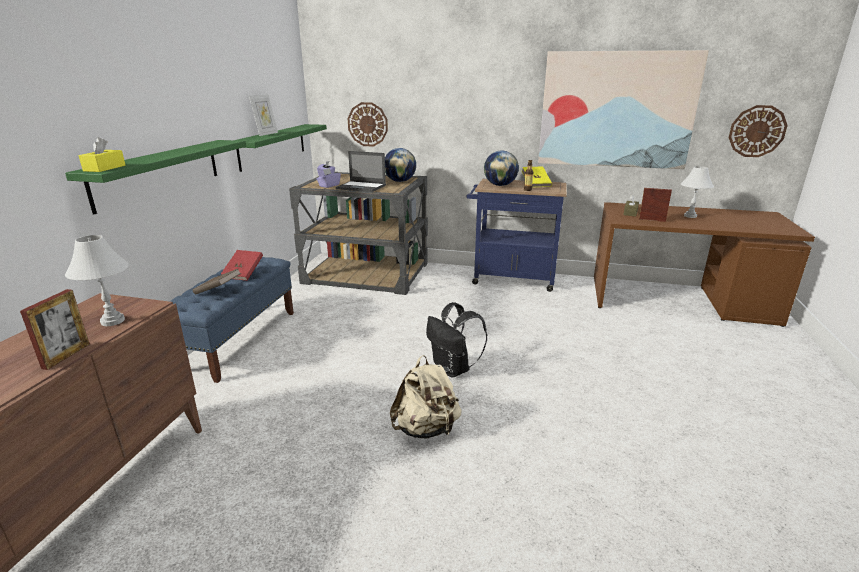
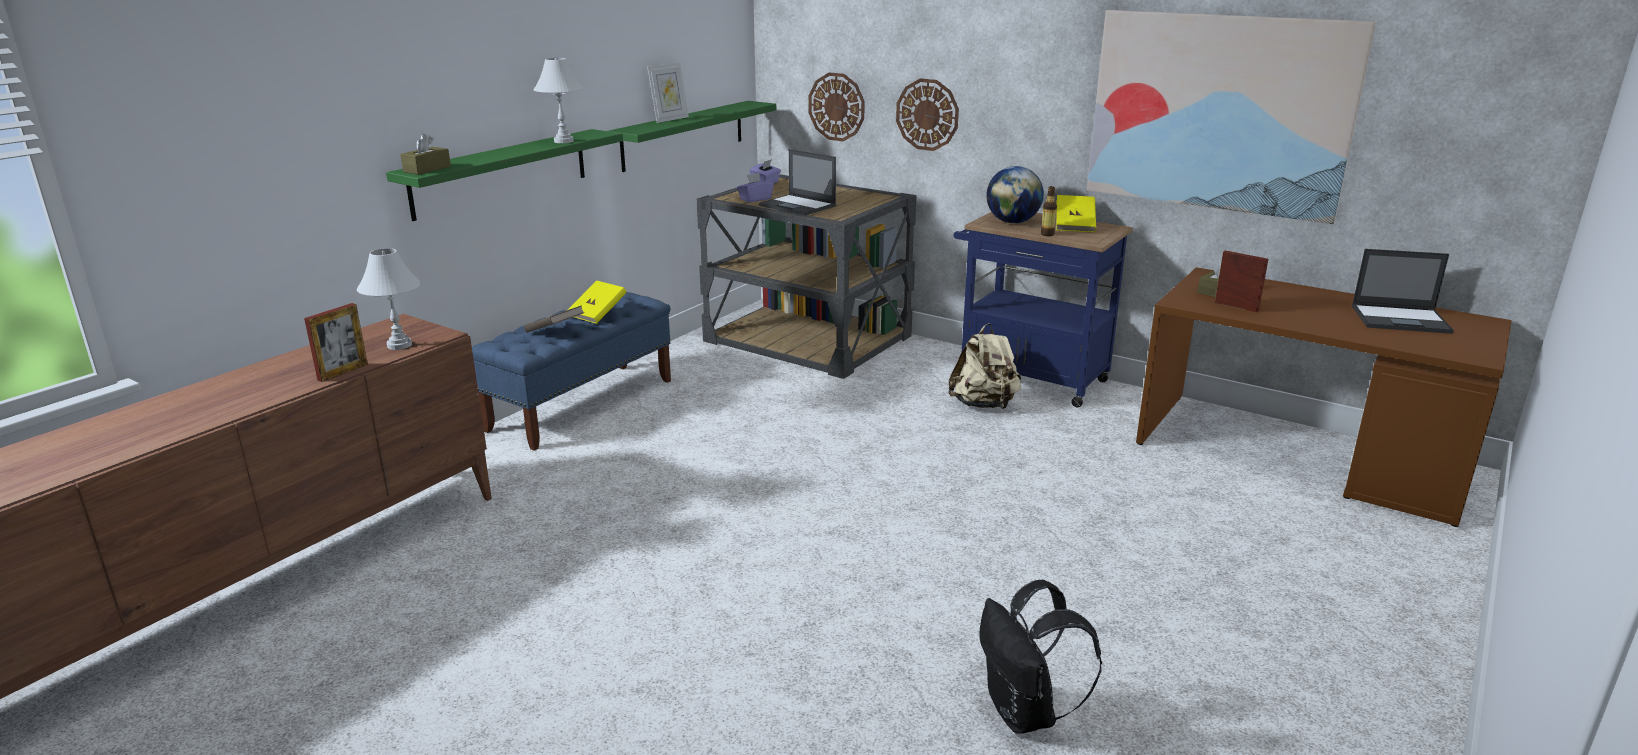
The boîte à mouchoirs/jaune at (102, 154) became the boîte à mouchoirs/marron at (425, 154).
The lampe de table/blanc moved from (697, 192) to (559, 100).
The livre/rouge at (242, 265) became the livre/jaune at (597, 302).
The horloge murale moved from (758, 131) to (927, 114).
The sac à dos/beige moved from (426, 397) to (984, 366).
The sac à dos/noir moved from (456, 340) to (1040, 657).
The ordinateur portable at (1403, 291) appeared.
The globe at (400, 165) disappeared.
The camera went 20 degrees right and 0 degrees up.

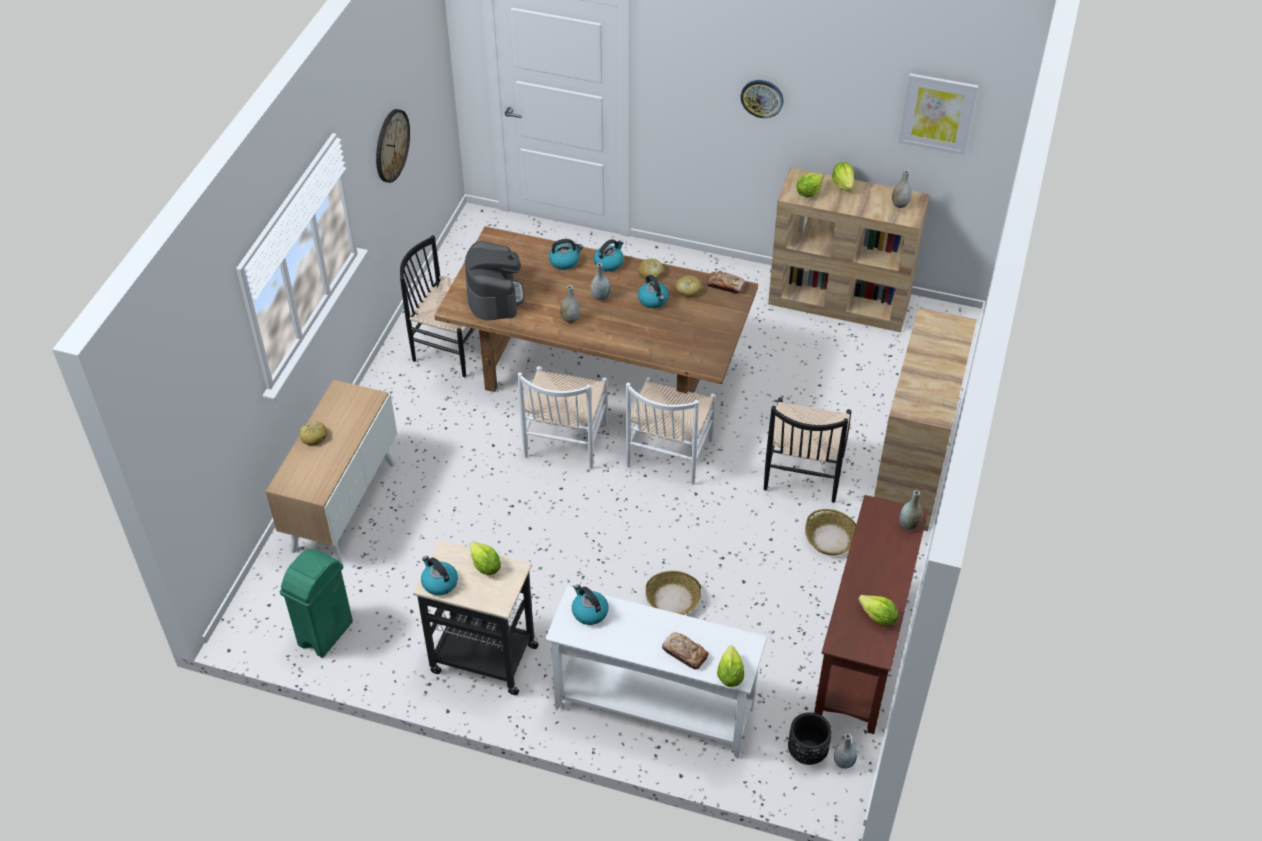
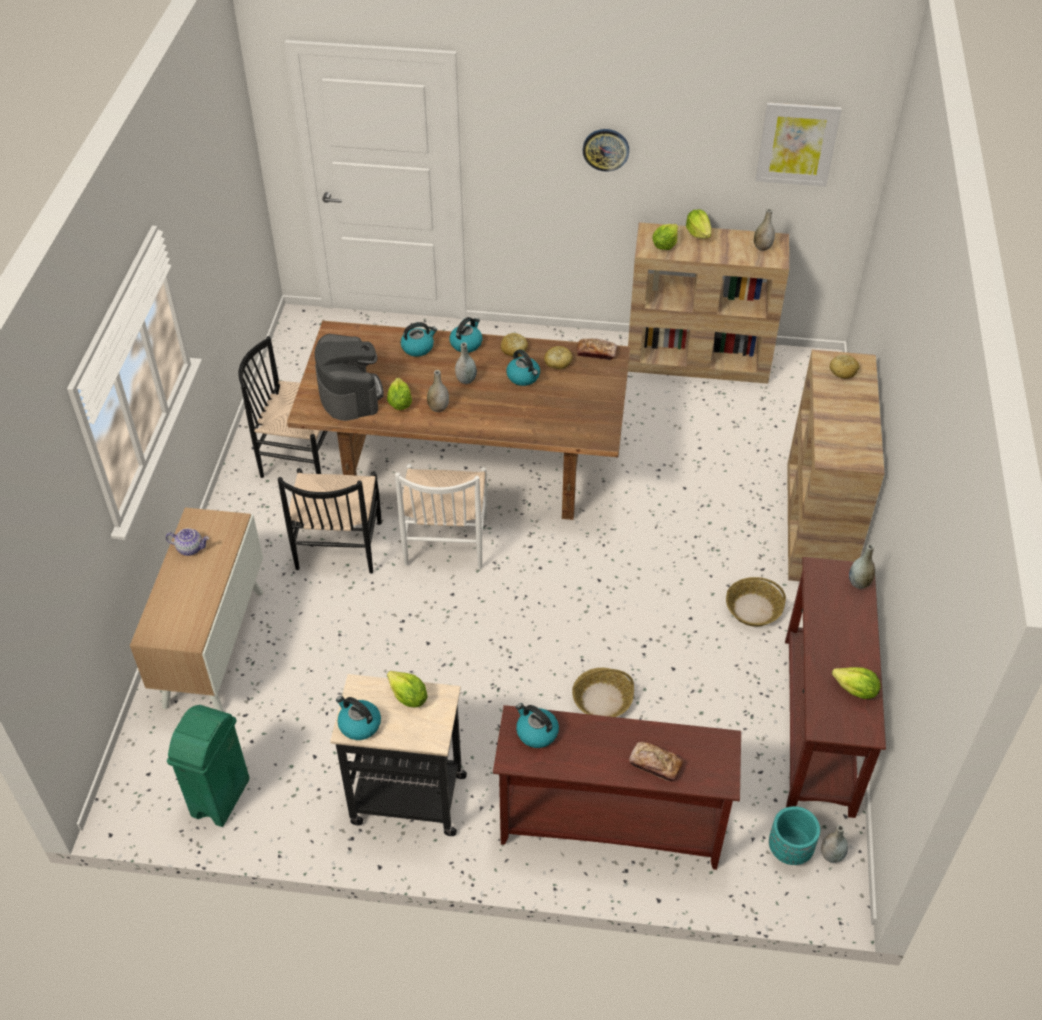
The théière at (187, 542) appeared.
The chaise/noir moved from (807, 450) to (330, 520).
The laitue moved from (730, 666) to (399, 394).
The table console/blanc at (656, 671) became the table console/marron at (617, 787).
The cache-pot/noir at (810, 738) became the cache-pot/turquoise at (794, 835).
The pain moved from (313, 433) to (844, 367).
The horloge murale at (393, 146) disappeared.
The chaise/blanc at (671, 431) disappeared.
The camera went 10 degrees left and 0 degrees up.

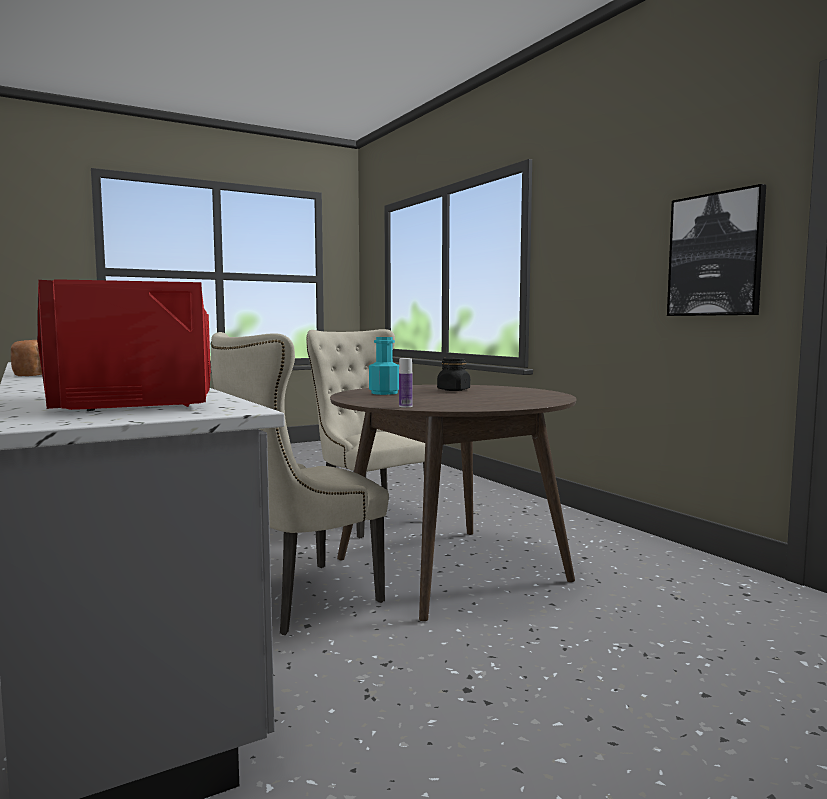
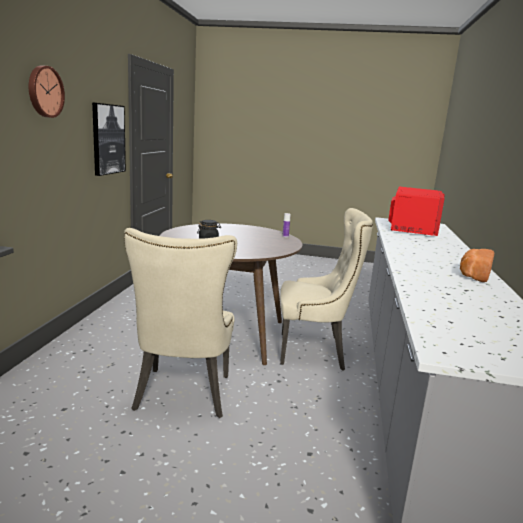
The horloge murale at (47, 91) appeared.
The bouteille/turquoise at (384, 366) disappeared.
The camera went 140 degrees left and 10 degrees up.

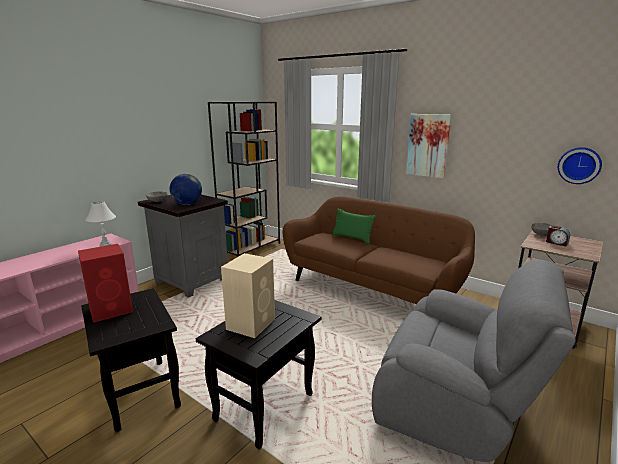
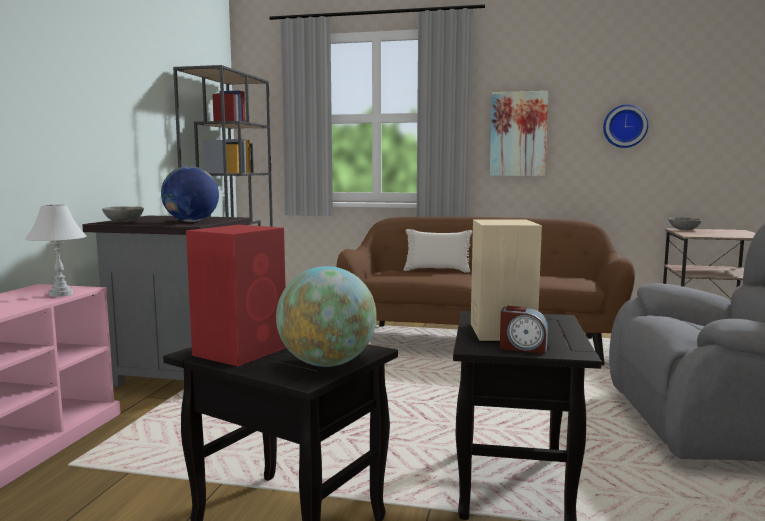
The globe at (326, 316) appeared.
The coussin/vert at (354, 226) became the coussin/blanc at (437, 251).
The réveil moved from (558, 235) to (524, 330).
The horloge murale moved from (580, 165) to (625, 126).
The camera went 25 degrees left and 10 degrees down.

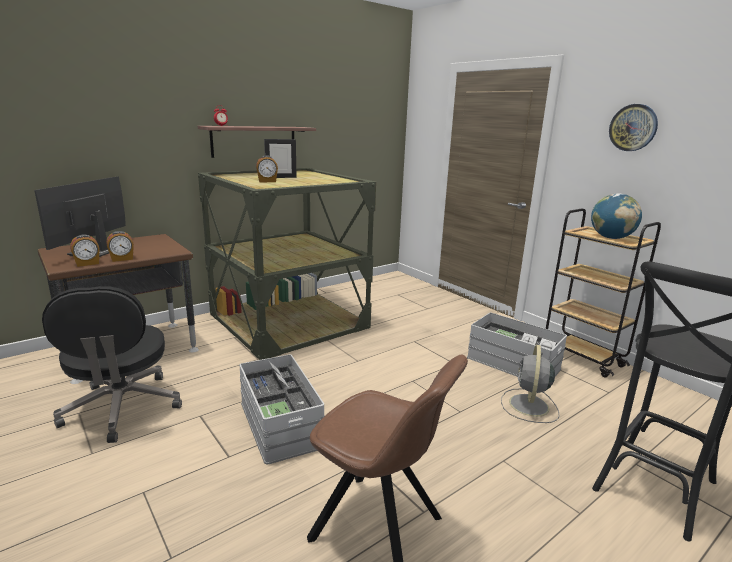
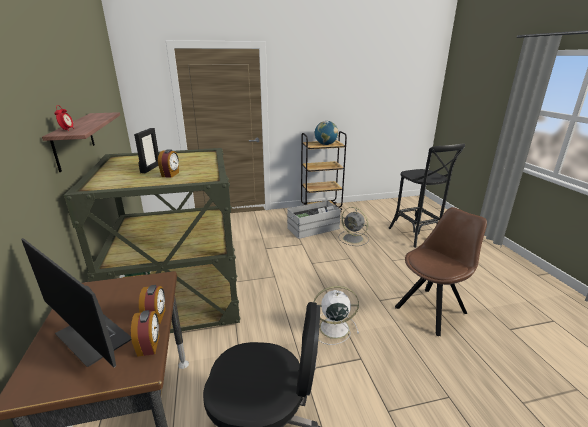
The boîte de rangement/gris at (282, 409) was replaced by the ventilateur/blanc at (336, 315).
The horloge murale at (633, 127) disappeared.
The camera went 65 degrees left and 5 degrees up.

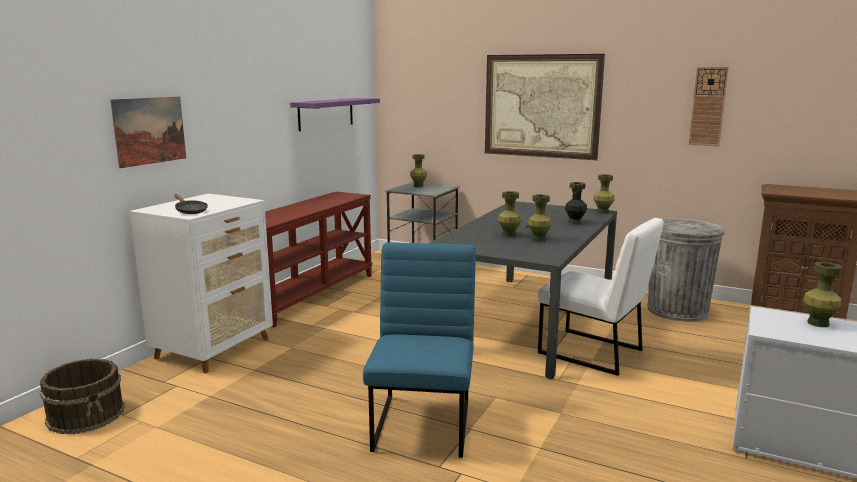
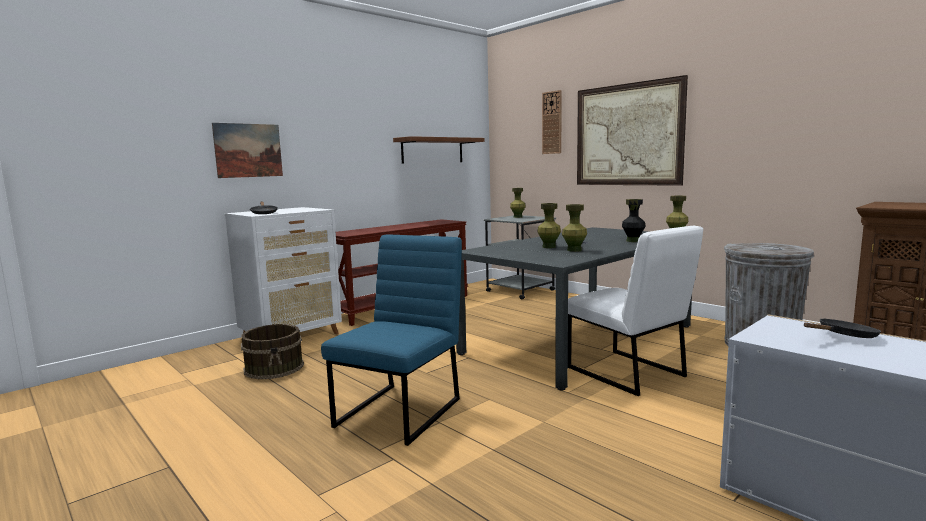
The seau/marron moved from (82, 396) to (272, 351).
The étagère/violet at (335, 114) became the étagère/marron at (439, 149).
The horloge murale moved from (709, 106) to (552, 122).
The vase/vert at (822, 294) was replaced by the poêle/noir at (842, 328).
The camera went 20 degrees right and 5 degrees down.

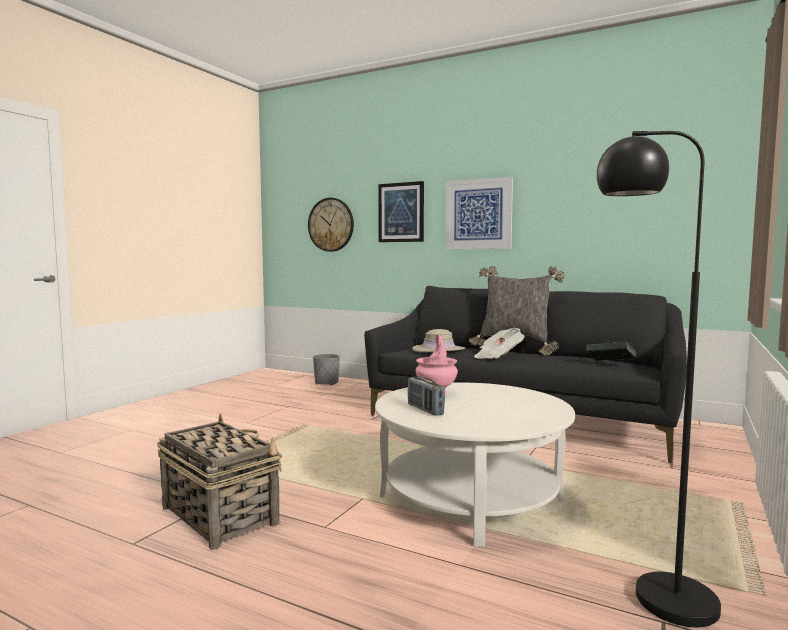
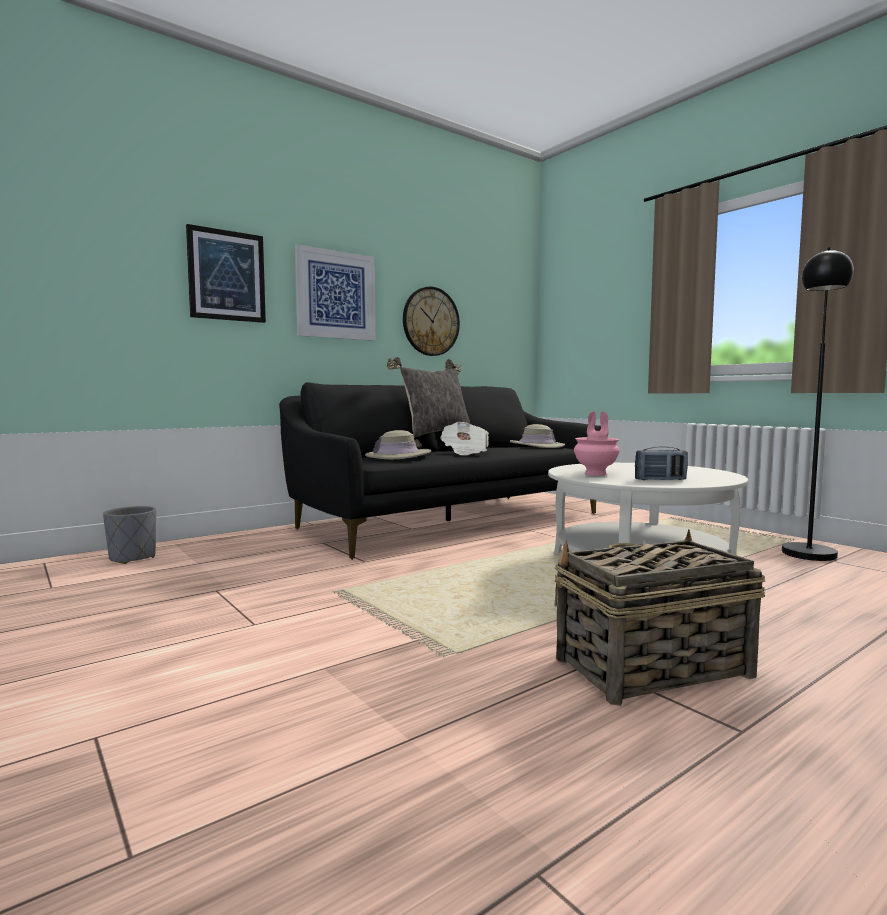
The horloge murale moved from (331, 225) to (431, 321).
The livre at (611, 351) was replaced by the chapeau/beige at (537, 436).
The camera went 65 degrees left and 0 degrees up.

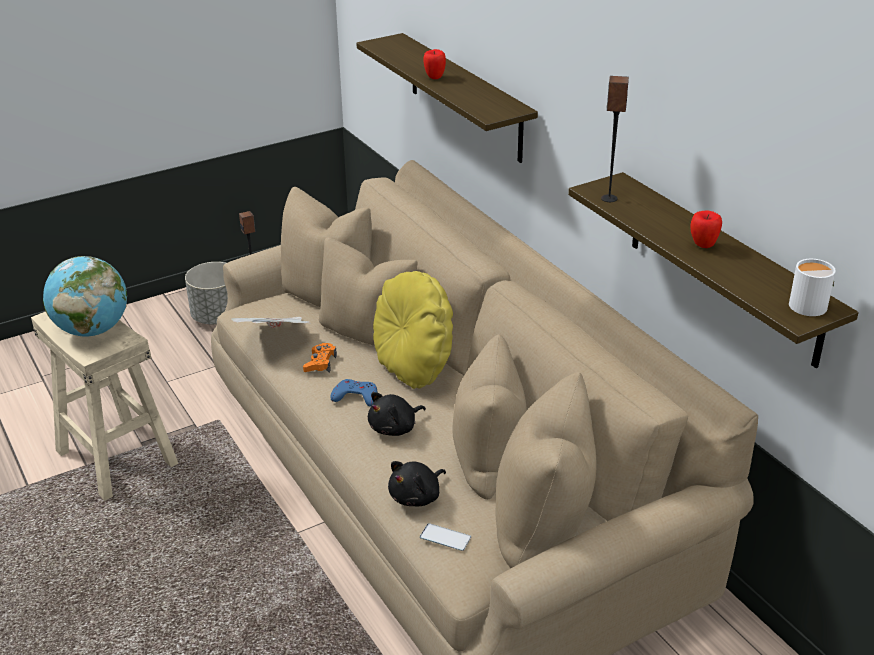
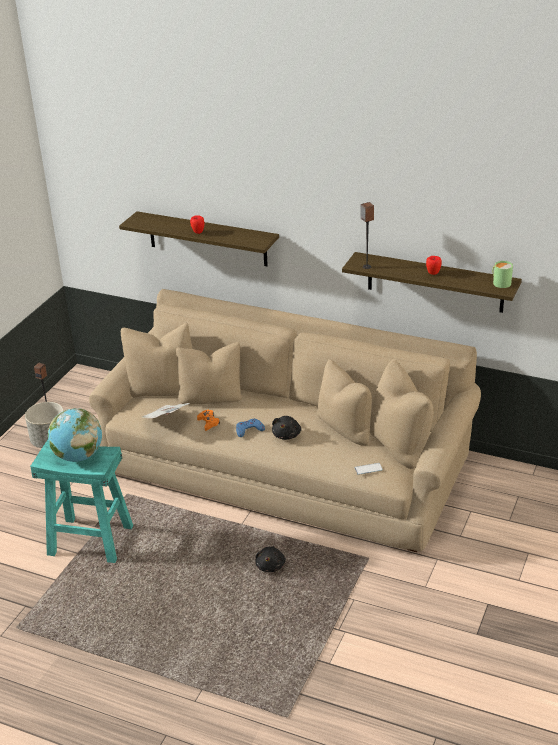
The tabouret/beige at (105, 406) became the tabouret/turquoise at (81, 501).
The peluche/noir moved from (417, 483) to (271, 559).
The mug/blanc at (812, 287) became the mug/vert at (502, 274).
The coussin/jaune at (413, 330) disappeared.
The camera went 35 degrees left and 0 degrees up.

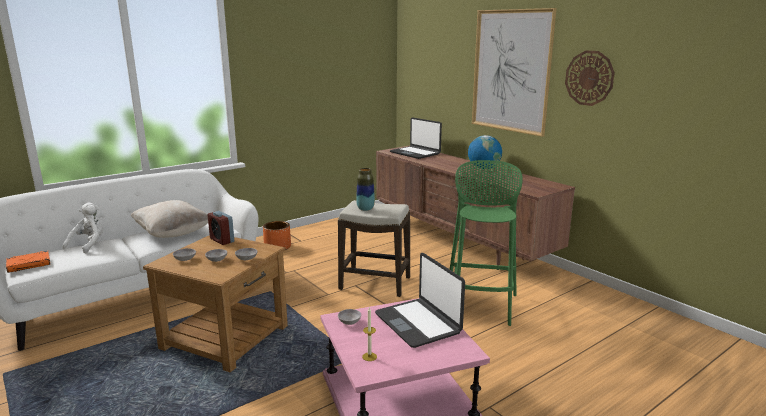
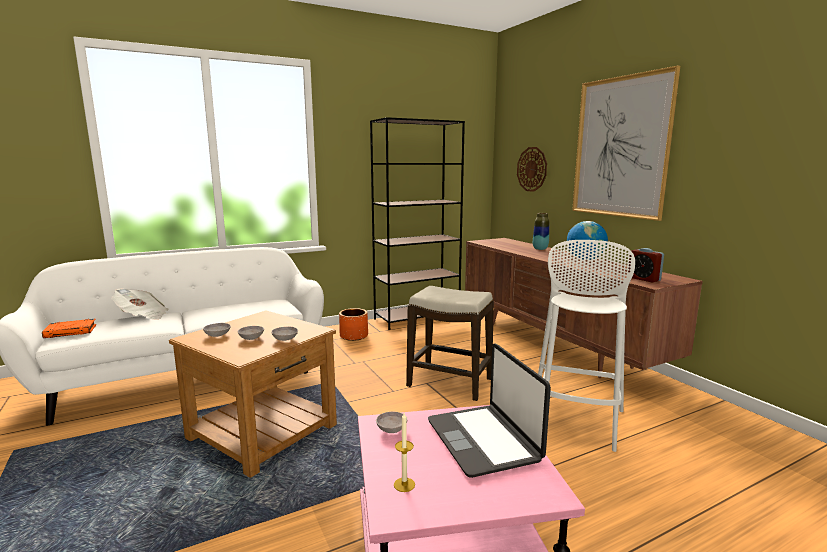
The peluche/blanc at (82, 228) was replaced by the journal at (139, 304).
The bibliothèque/marron at (417, 223) appeared.
The horloge murale moved from (590, 78) to (532, 169).
The vase moved from (365, 189) to (541, 231).
The tabouret/vert at (486, 243) became the tabouret/blanc at (586, 346).
The réveil moved from (221, 228) to (646, 265).
The coussin/beige at (169, 219) disappeared.
The ordinateur portable at (416, 138) disappeared.
The camera went 10 degrees right and 5 degrees down.

